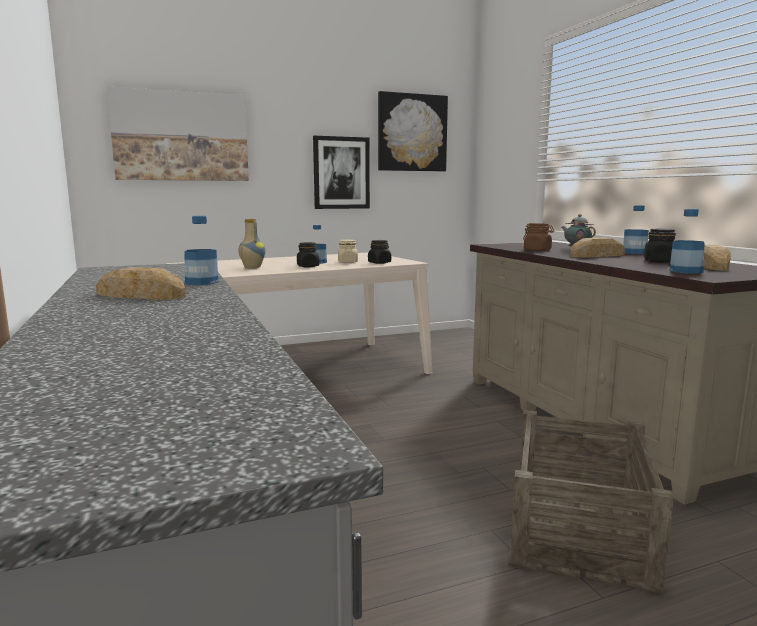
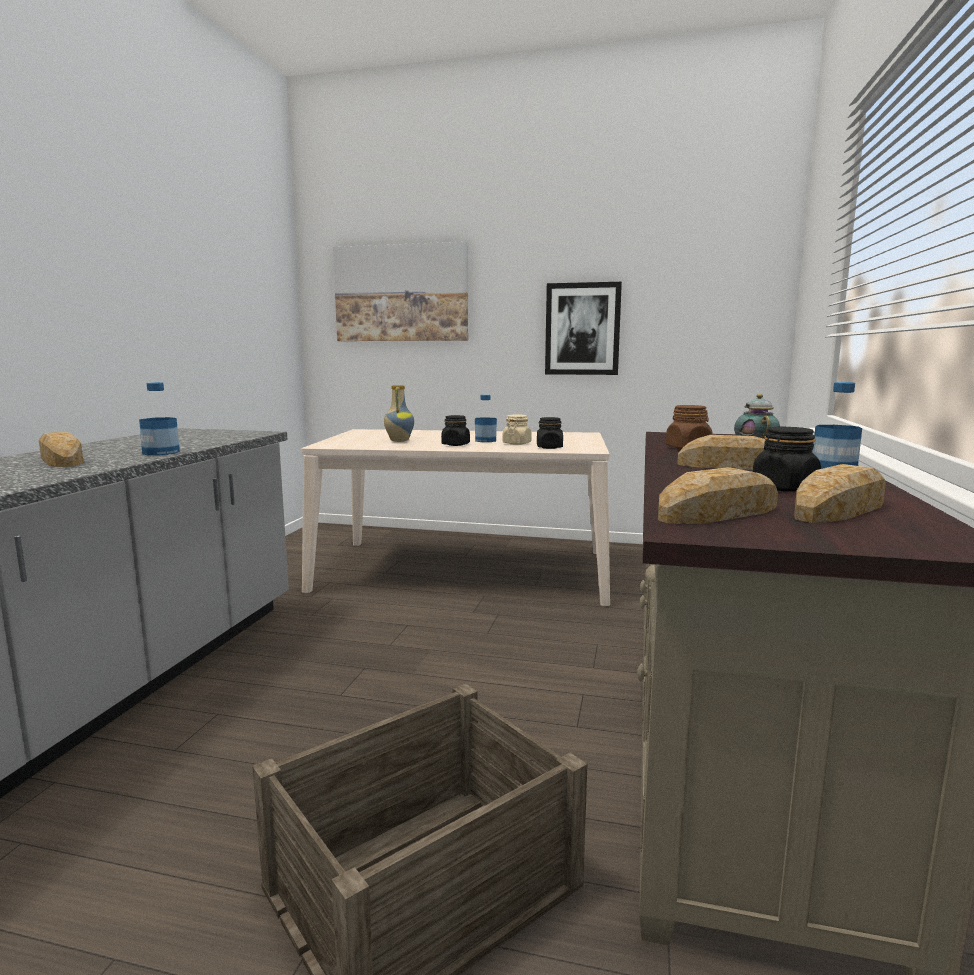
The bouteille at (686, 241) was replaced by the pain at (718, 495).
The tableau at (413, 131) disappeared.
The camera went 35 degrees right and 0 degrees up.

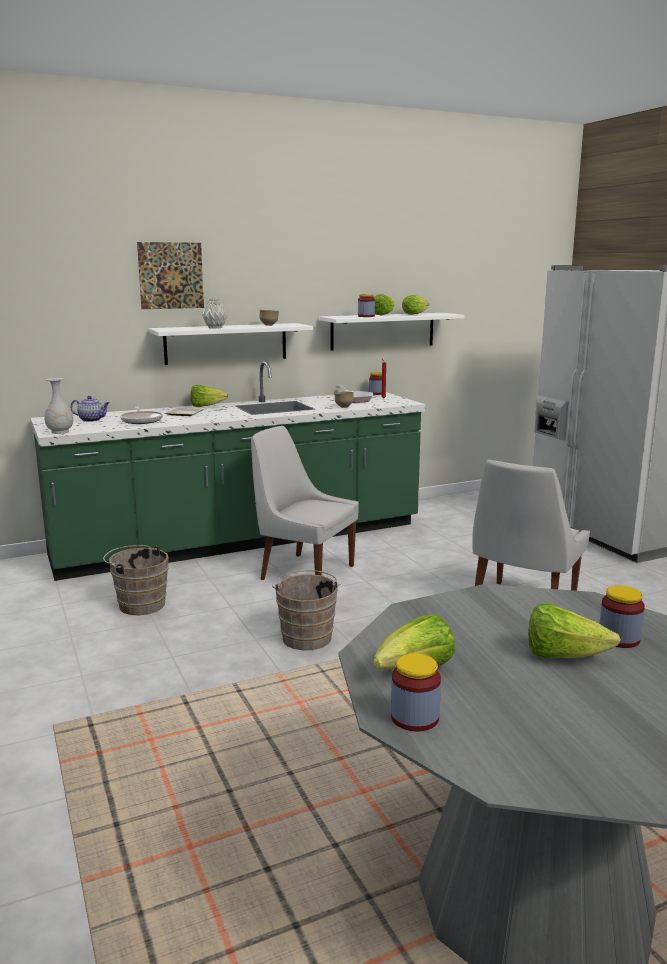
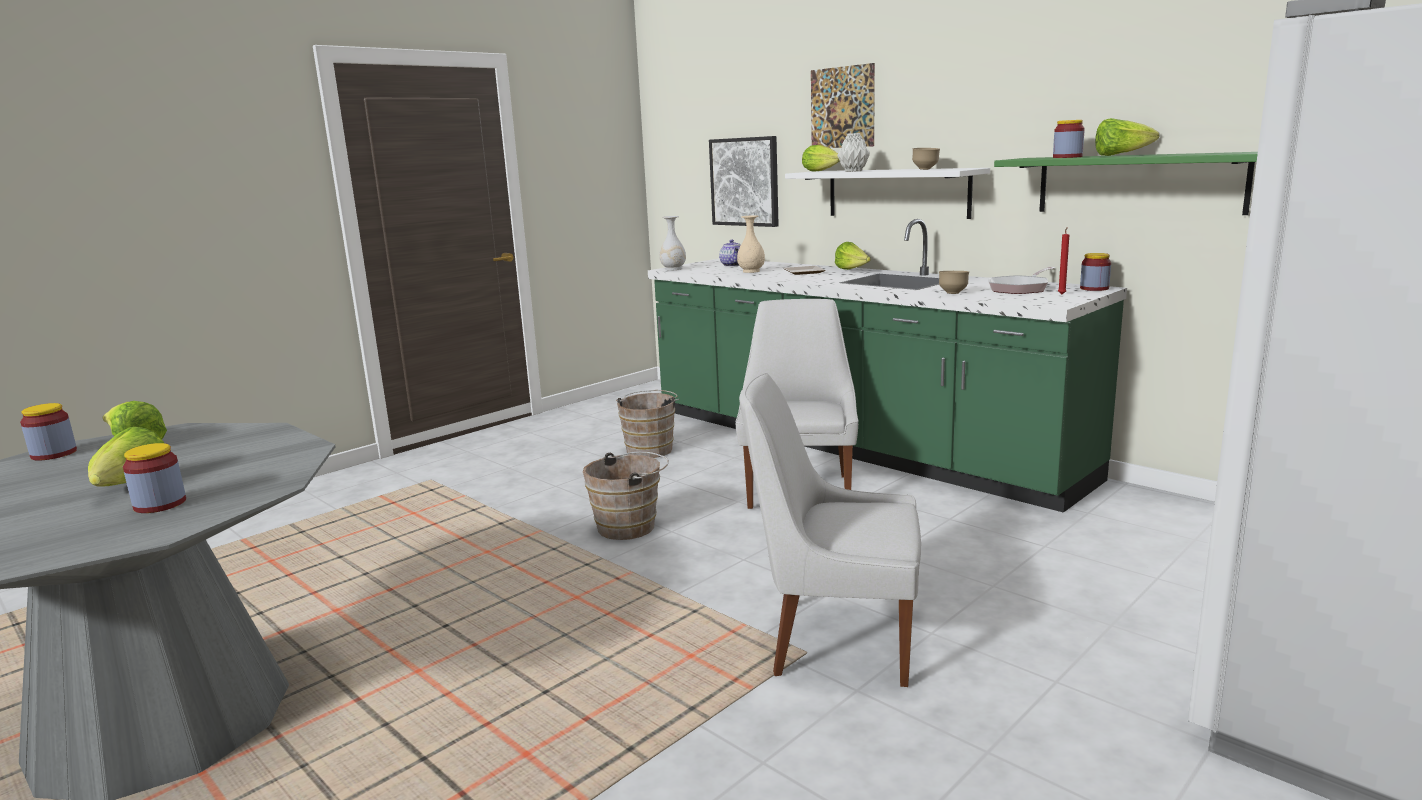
The tableau at (744, 181) appeared.
The poêle at (141, 415) was replaced by the vase/beige at (751, 244).
The laitue moved from (415, 305) to (821, 158).
The étagère/blanc at (392, 332) became the étagère/vert at (1126, 183).
The camera went 70 degrees right and 0 degrees up.

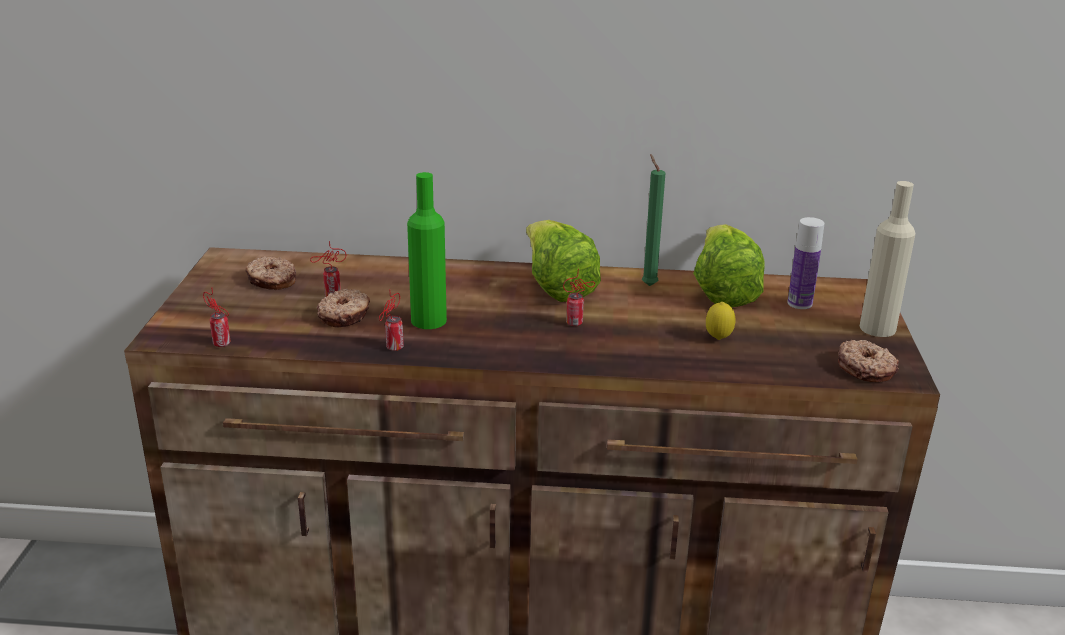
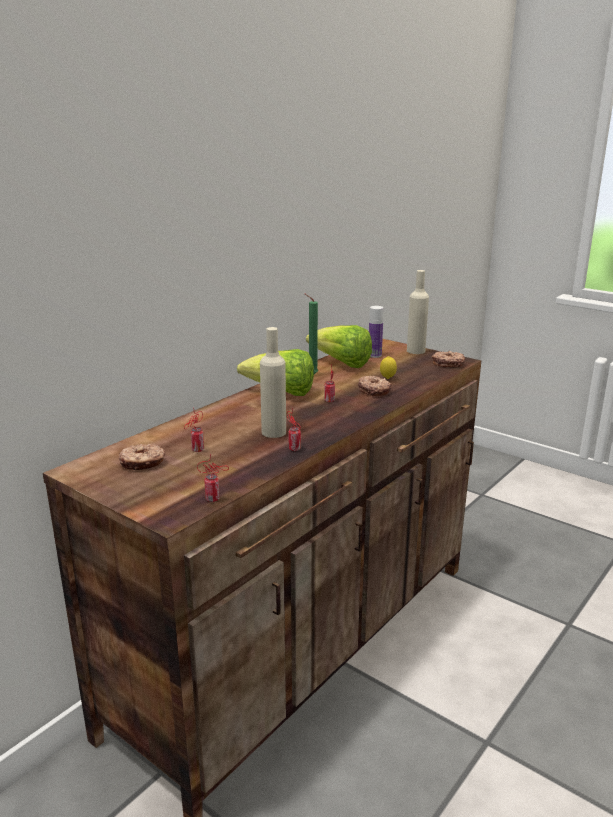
The bouteille/vert at (427, 250) became the bouteille/beige at (273, 382).
The beignet moved from (343, 308) to (375, 386).
The camera went 55 degrees left and 5 degrees down.

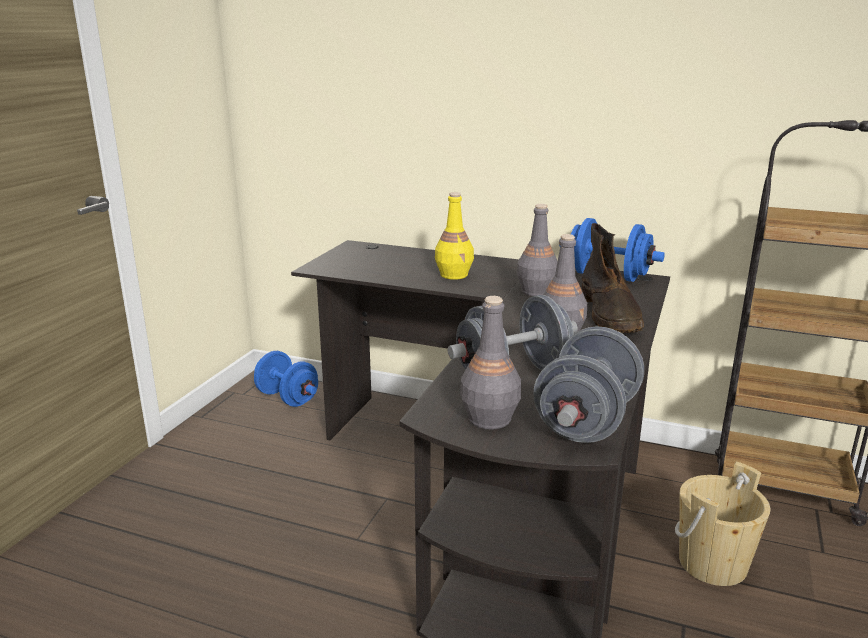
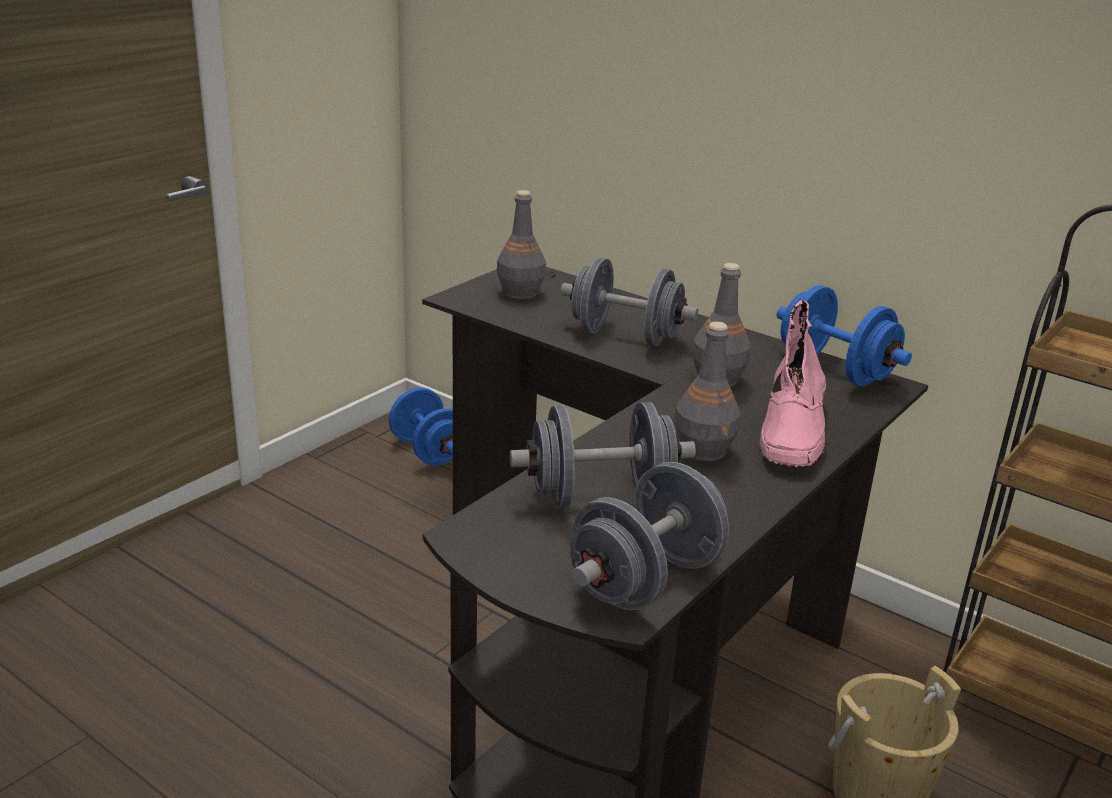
The bouteille/gris moved from (490, 363) to (521, 245).
The bouteille/jaune at (454, 236) was replaced by the haltère/gris at (629, 301).
The botte/marron at (613, 278) became the botte/rose at (792, 383).
The camera went 15 degrees right and 5 degrees up.

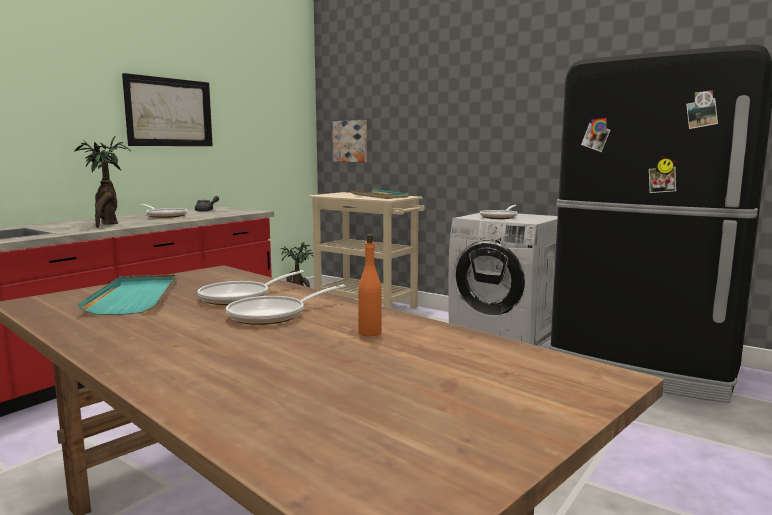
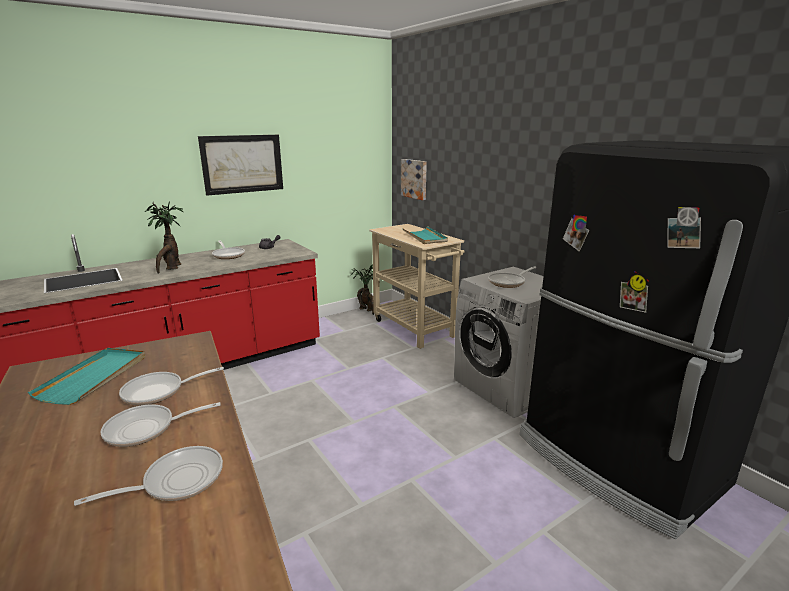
The bouteille/orange at (370, 285) was replaced by the poêle at (148, 476).
The camera went 20 degrees right and 10 degrees up.

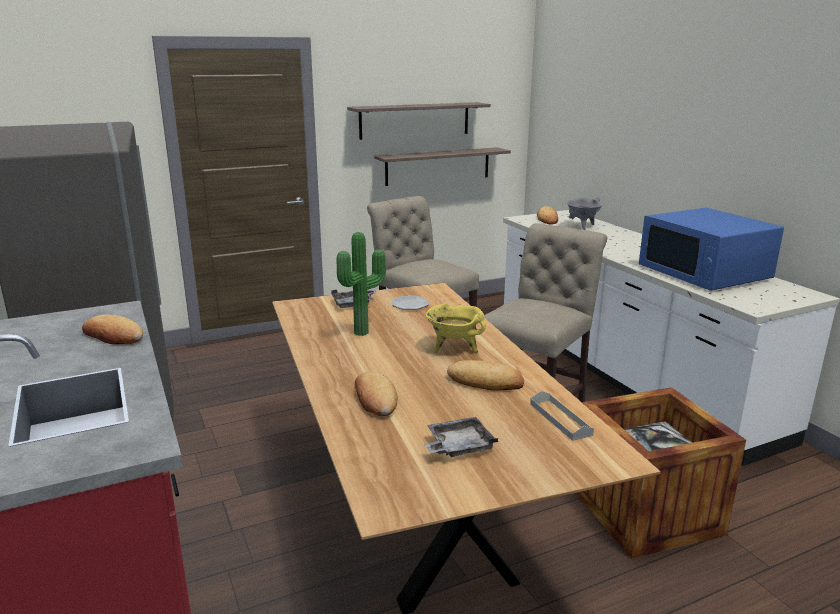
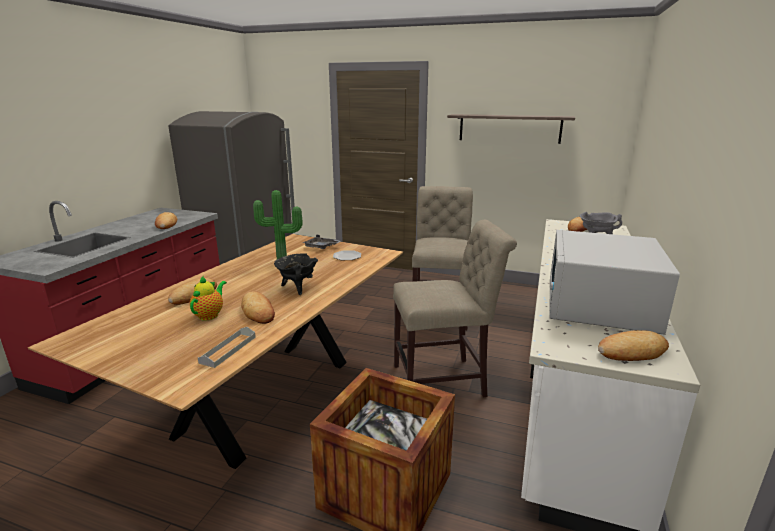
The théière at (208, 298) appeared.
The marmite/jaune at (456, 328) became the marmite/noir at (296, 274).
The micro-ondes/bleu at (711, 249) became the micro-ondes/blanc at (614, 282).
The pain at (633, 345) appeared.
The étagère at (442, 166) disappeared.
The plateau/gris at (461, 437) disappeared.
The camera went 45 degrees right and 0 degrees up.

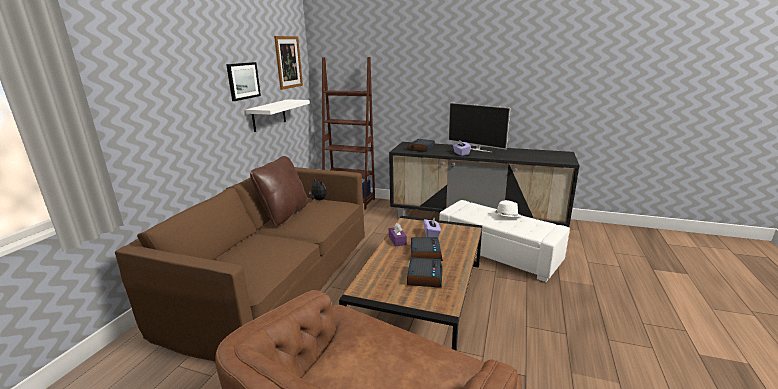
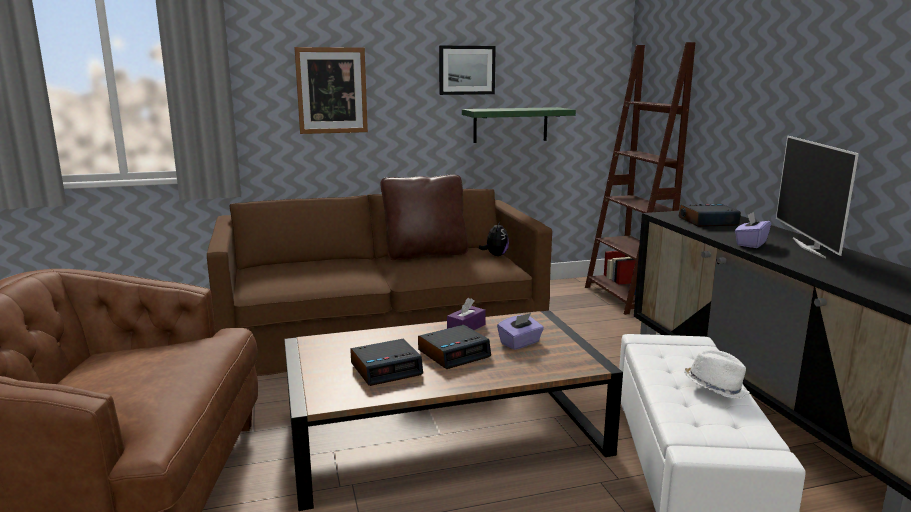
The tableau moved from (288, 63) to (331, 90).
The étagère/blanc at (277, 115) became the étagère/vert at (519, 125).
The camera went 55 degrees right and 5 degrees down.

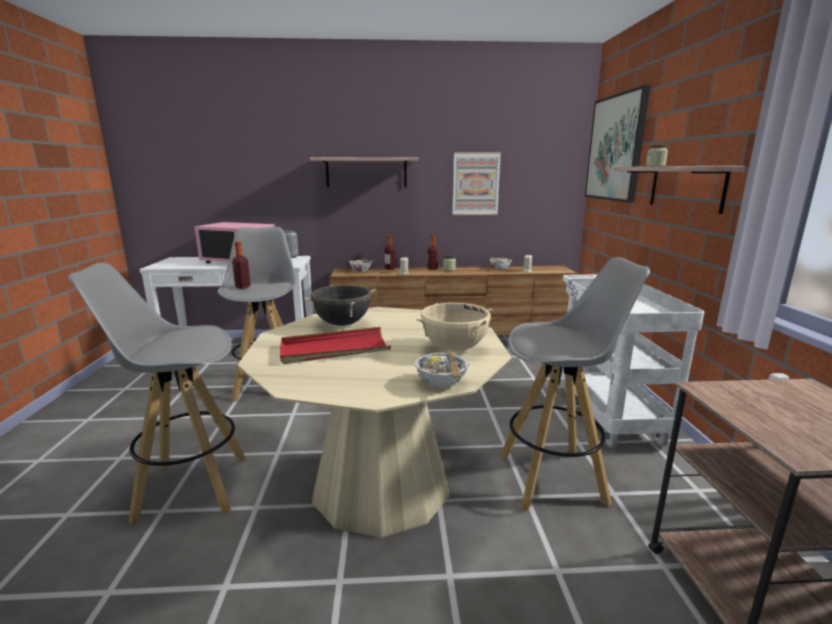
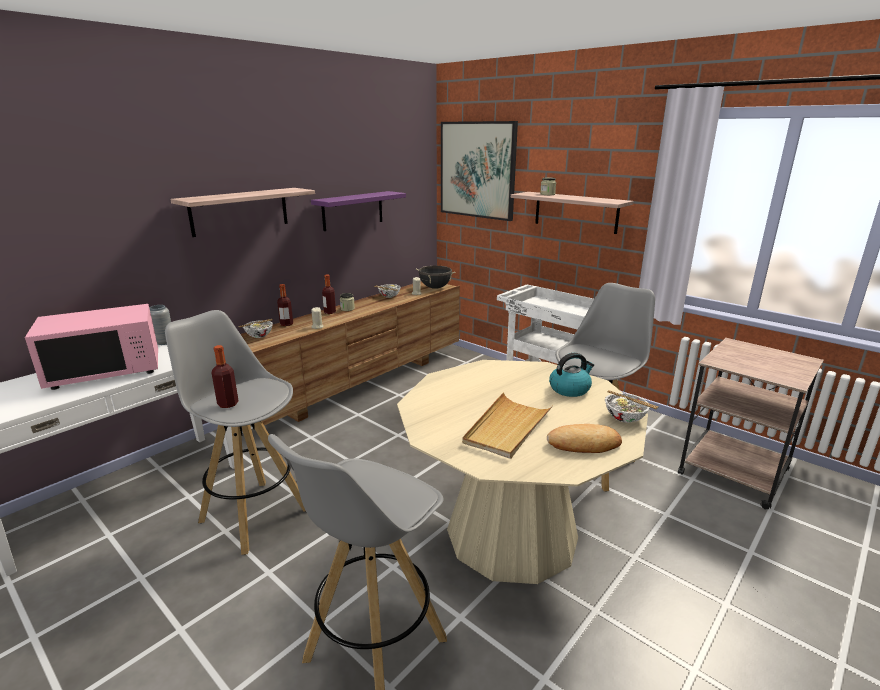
The tableau at (476, 183) was replaced by the étagère/violet at (358, 211).
The marmite/noir moved from (340, 305) to (435, 277).
The plateau/rouge at (335, 345) became the plateau/beige at (507, 425).
The pain at (584, 438) appeared.
The marmite/beige at (454, 327) was replaced by the bouilloire at (571, 375).
The camera went 45 degrees left and 5 degrees up.

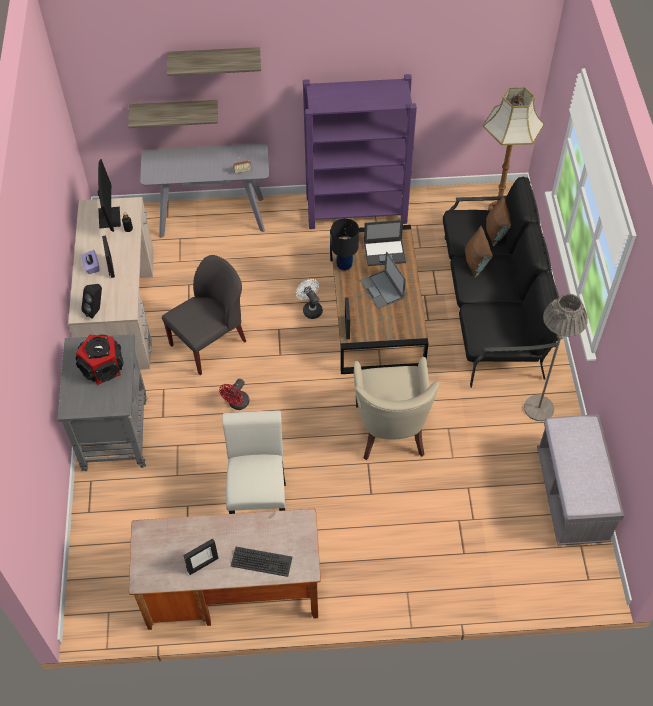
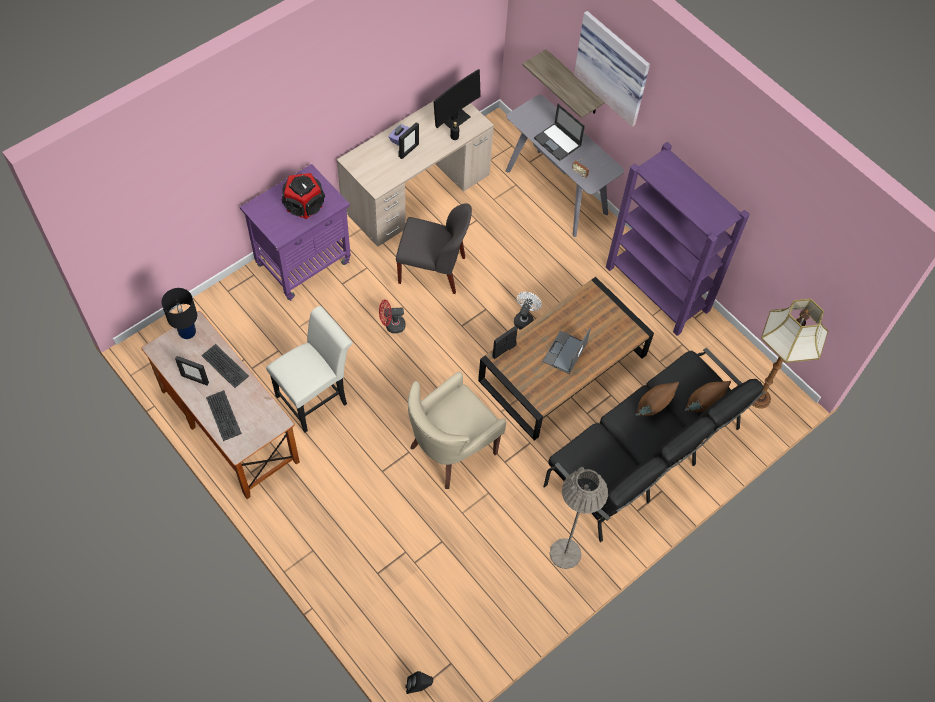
The lampe de table/noir moved from (345, 244) to (179, 313).
The clavier at (225, 366) appeared.
The chariot/gris at (102, 402) became the chariot/violet at (295, 232).
The enceinte/noir moved from (91, 301) to (419, 682).
The ordinateur portable moved from (385, 243) to (559, 132).
The étagère at (214, 61) was replaced by the tableau at (612, 69).
The banc/gris at (580, 480) disappeared.
The camera went 50 degrees right and 5 degrees up.

